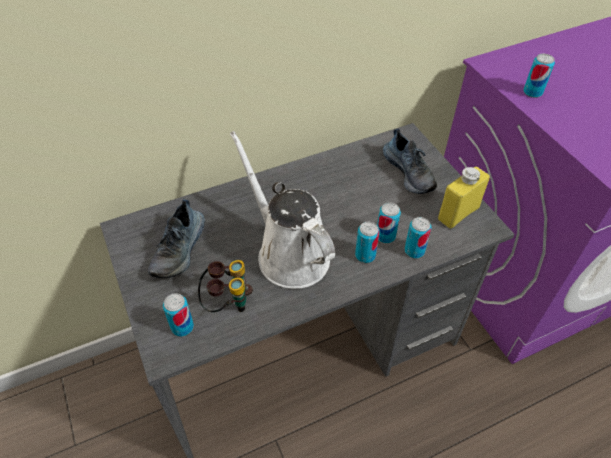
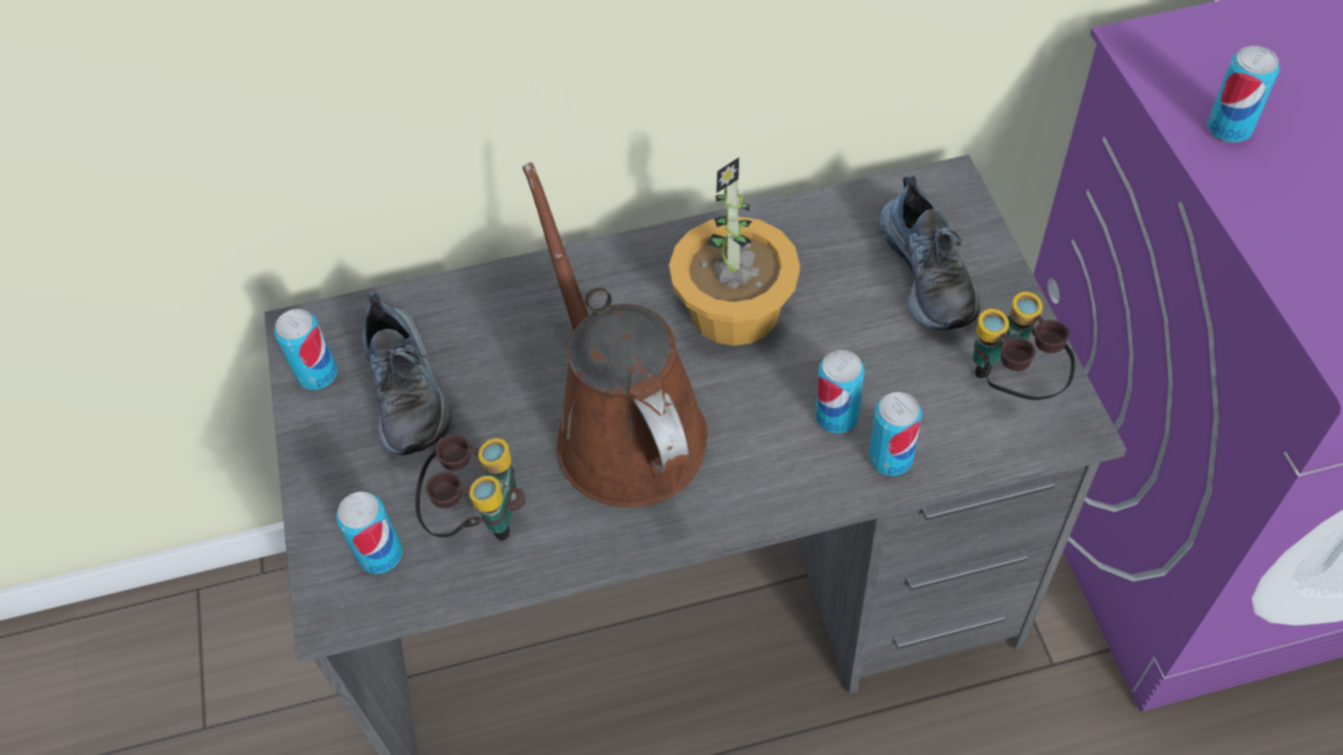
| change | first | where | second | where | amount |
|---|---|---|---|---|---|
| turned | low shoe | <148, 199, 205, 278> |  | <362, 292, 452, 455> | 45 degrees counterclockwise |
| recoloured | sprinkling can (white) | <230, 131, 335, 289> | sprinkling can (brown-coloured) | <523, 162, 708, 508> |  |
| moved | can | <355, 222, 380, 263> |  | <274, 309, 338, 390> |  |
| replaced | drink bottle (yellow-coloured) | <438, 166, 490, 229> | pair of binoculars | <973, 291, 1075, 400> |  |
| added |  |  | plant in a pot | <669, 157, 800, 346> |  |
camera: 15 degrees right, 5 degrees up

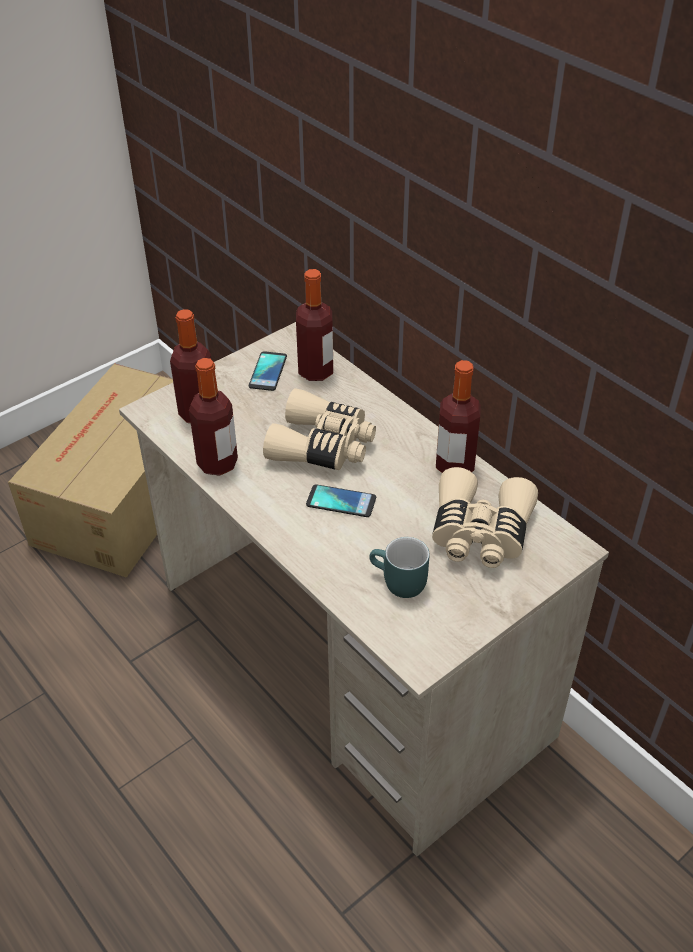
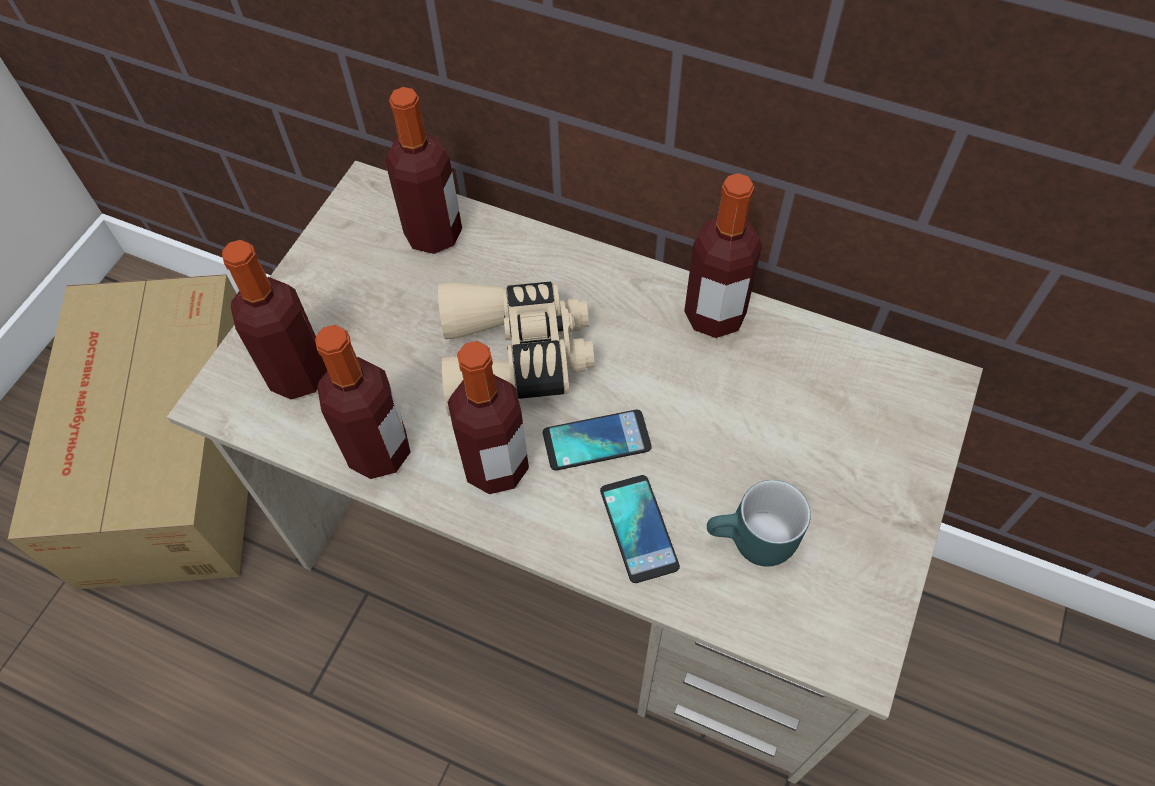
| change | first | where | second | where | amount |
|---|---|---|---|---|---|
| moved | phone | <248, 351, 287, 391> |  | <600, 475, 680, 583> |  |
| removed | pair of binoculars (beige-coloured) | <432, 467, 538, 568> |  |  |  |
| added |  |  | drink bottle | <448, 341, 529, 494> |  |
camera: 25 degrees left, 15 degrees up

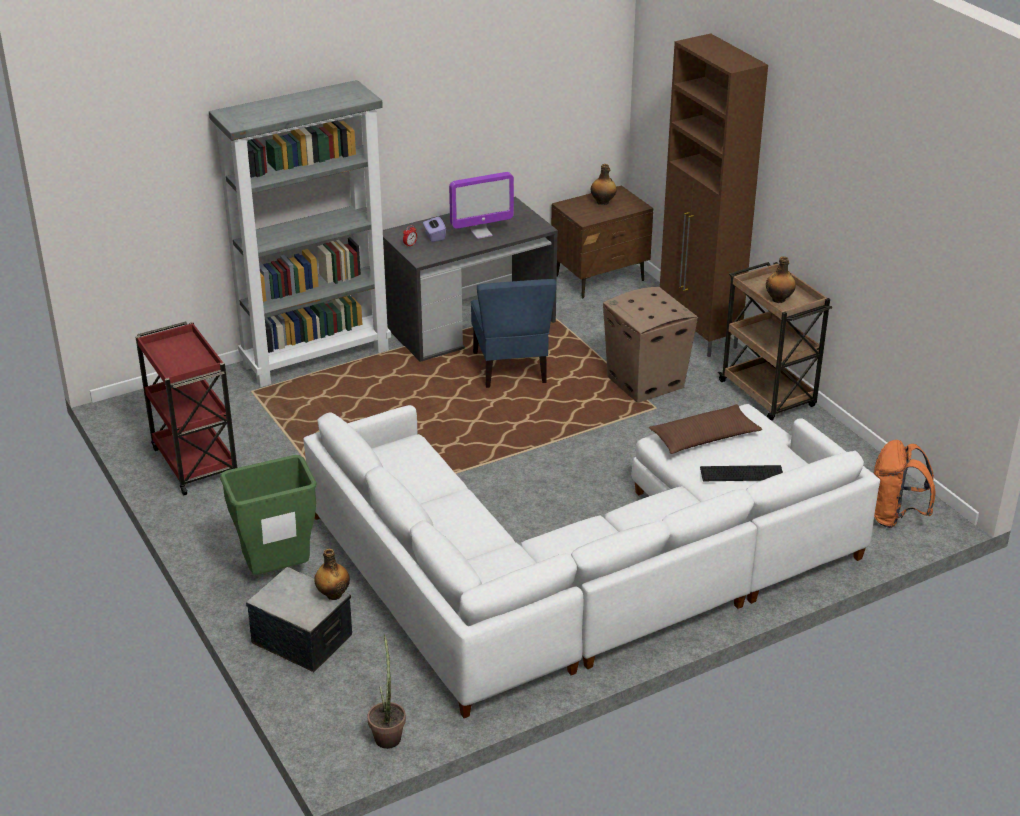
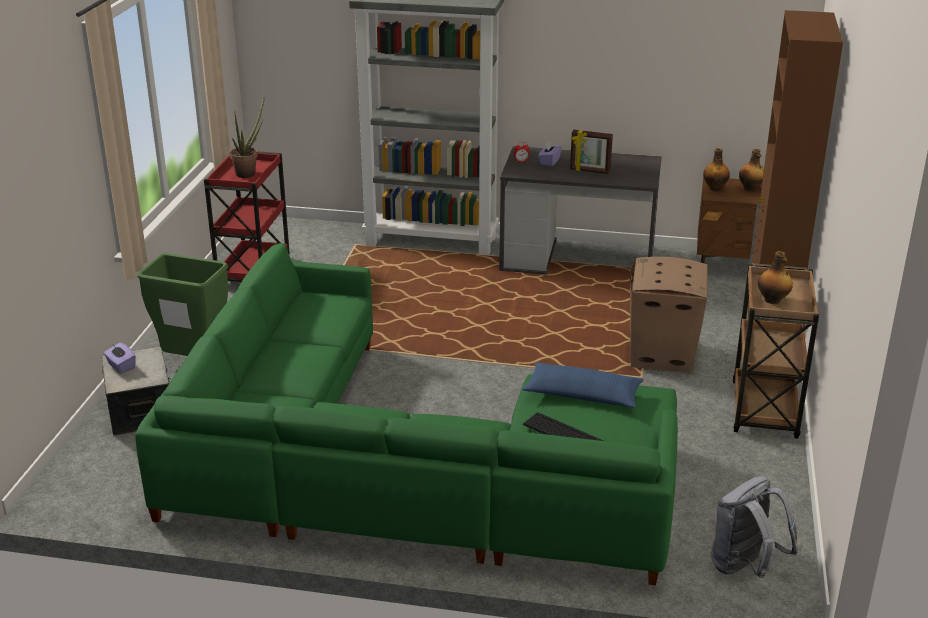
| change | first | where | second | where | amount |
|---|---|---|---|---|---|
| recoloured | settee (white) | <303, 404, 880, 718> | settee (greenish) | <135, 243, 678, 585> |  |
| moved | drink bottle | <314, 549, 350, 600> |  | <703, 148, 730, 191> |  |
| moved | plant in a pot | <368, 634, 406, 749> |  | <229, 98, 264, 178> |  |
| replaced | computer display | <449, 172, 514, 239> | photo frame | <570, 130, 613, 174> |  |
| removed | plain chair (blue-coloured) | <471, 279, 557, 388> |  |  |  |
| recoloured | pillow (brown-coloured) | <649, 404, 762, 454> | pillow (blue-coloured) | <522, 362, 644, 408> |  |
| recoloured | rucksack (orange) | <873, 440, 936, 528> | rucksack (gray) | <711, 476, 798, 578> |  |
| added |  |  | tissue box (purplish) | <104, 343, 136, 373> |  |
camera: 40 degrees right, 5 degrees down

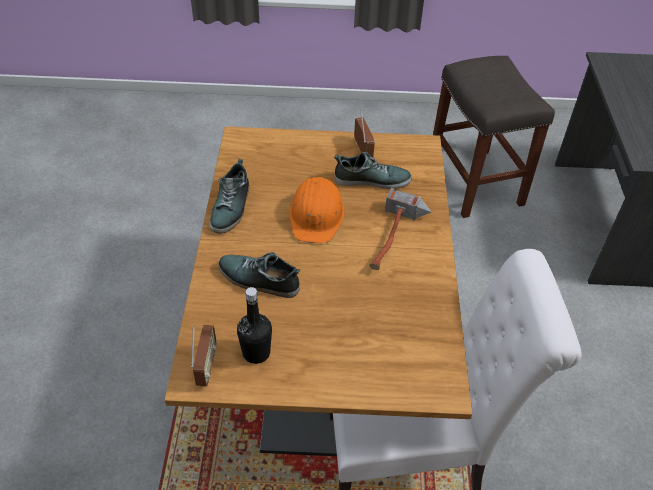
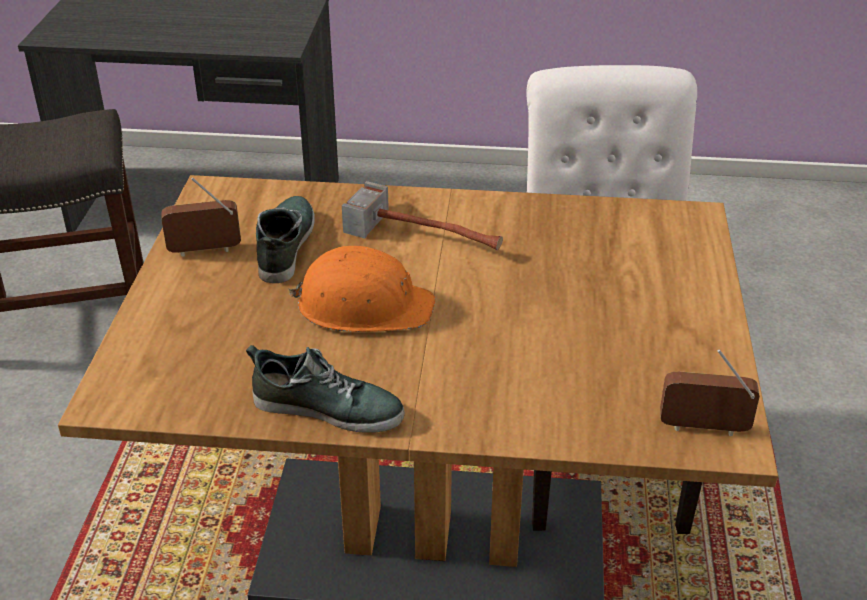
| change | first | where | second | where | amount |
|---|---|---|---|---|---|
| removed | low shoe | <218, 252, 300, 298> |  |  |  |
| removed | drink bottle (black-coloured) | <237, 287, 272, 364> |  |  |  |
camera: 85 degrees left, 10 degrees down

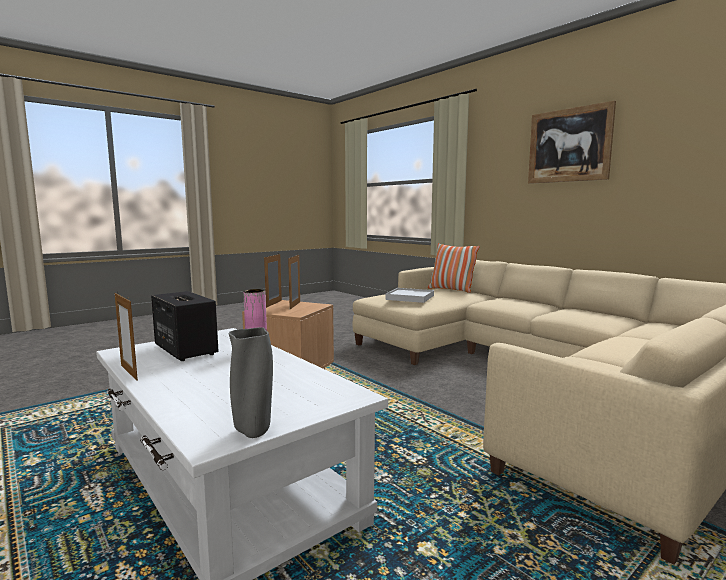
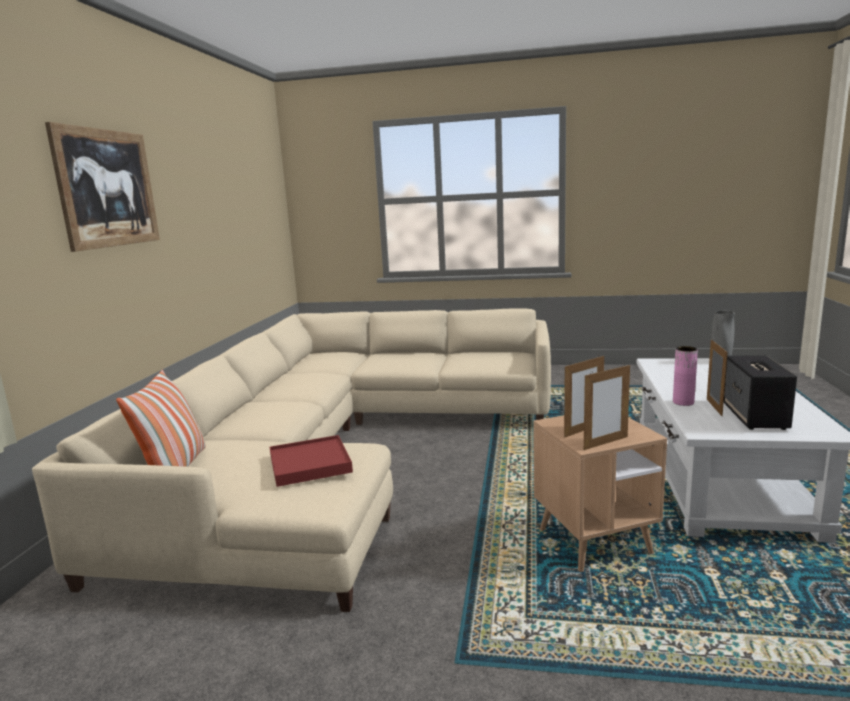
| change | first | where | second | where | amount |
|---|---|---|---|---|---|
| moved | photo frame | <115, 291, 138, 381> |  | <707, 340, 728, 416> |  |
| recoloured | serving tray (white) | <385, 288, 434, 303> | serving tray (red-coloured) | <270, 435, 353, 487> |  |
camera: 130 degrees left, 5 degrees up

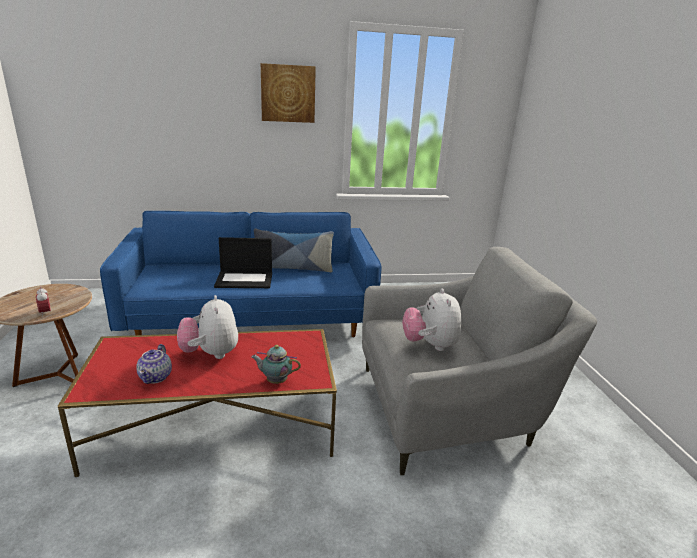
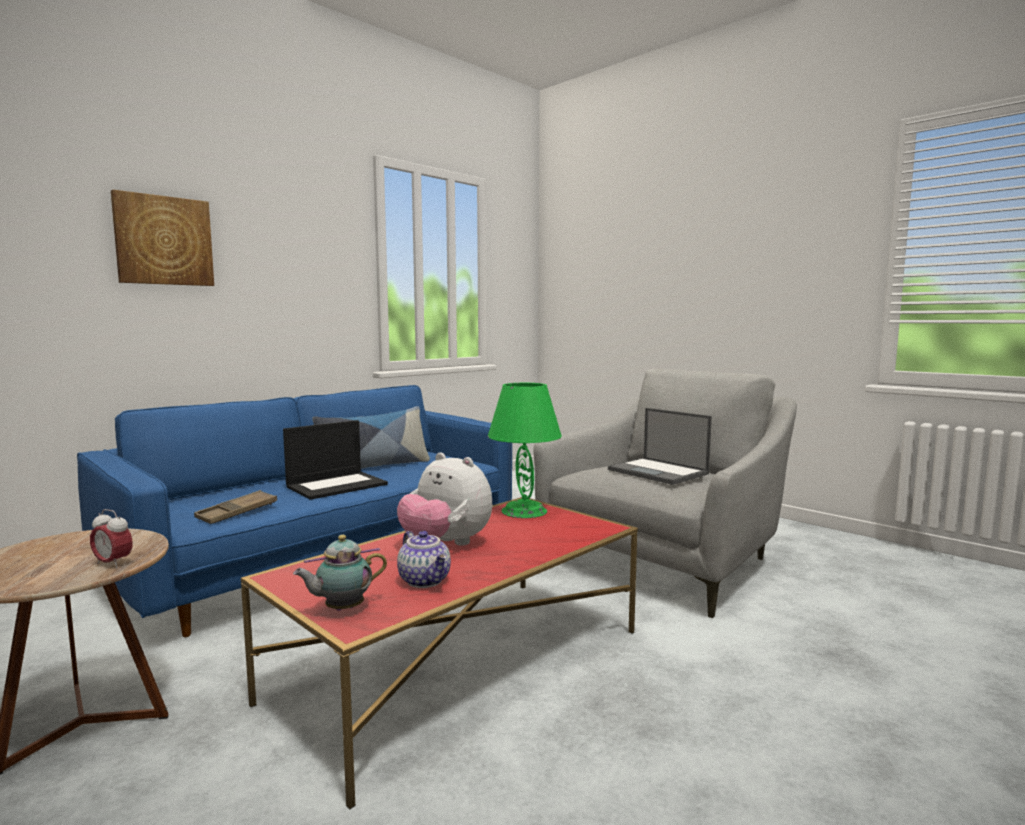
| change | first | where | second | where | amount |
|---|---|---|---|---|---|
| moved | teapot | <251, 345, 301, 384> |  | <293, 535, 387, 611> |  |
| moved | picture | <261, 63, 316, 123> |  | <111, 190, 214, 286> |  |
| replaced | soft toy | <402, 288, 462, 351> | laptop | <608, 408, 712, 485> |  |
| added |  |  | serving tray (brown-coloured) | <194, 490, 277, 524> |  |
| added |  |  | tabletop lamp (greenish) | <488, 383, 562, 518> |  |
camera: 35 degrees left, 15 degrees down

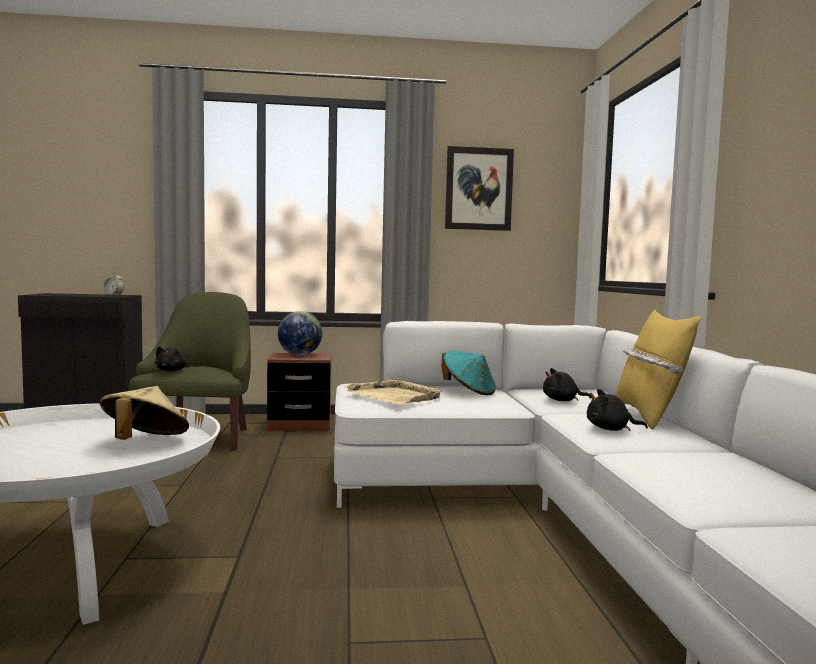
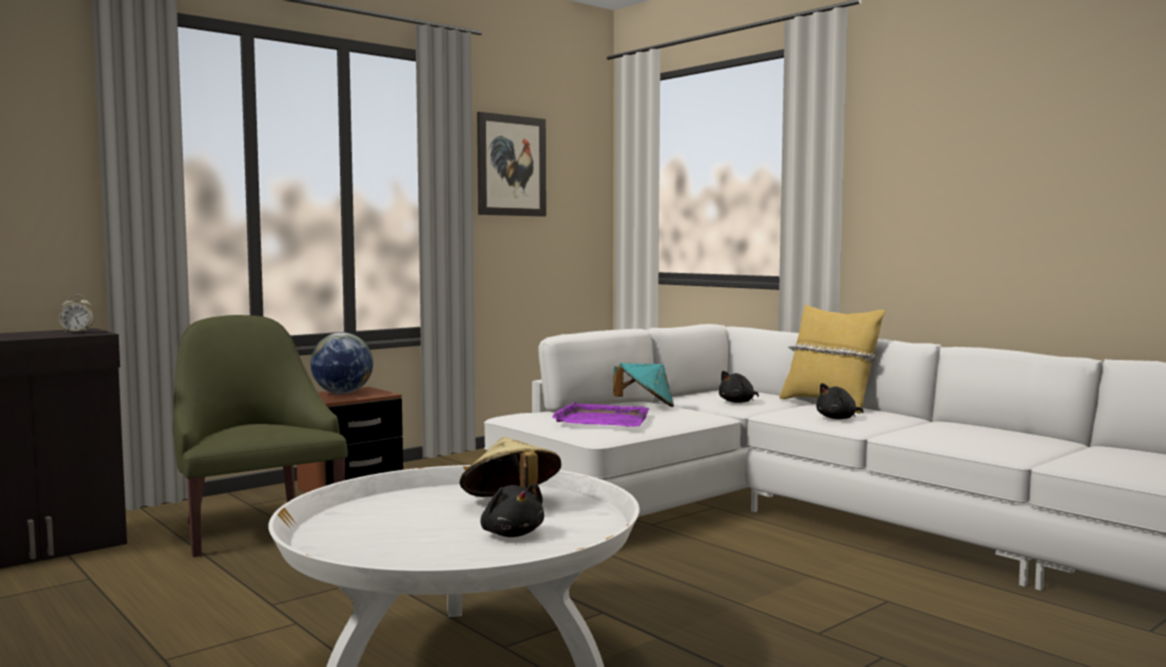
| change | first | where | second | where | amount |
|---|---|---|---|---|---|
| moved | soft toy (black-coloured) | <155, 346, 187, 371> |  | <481, 484, 544, 537> |  |
| recoloured | serving tray (beige-coloured) | <344, 378, 443, 404> | serving tray (purplish) | <552, 402, 649, 427> |  |
camera: 35 degrees left, 0 degrees up

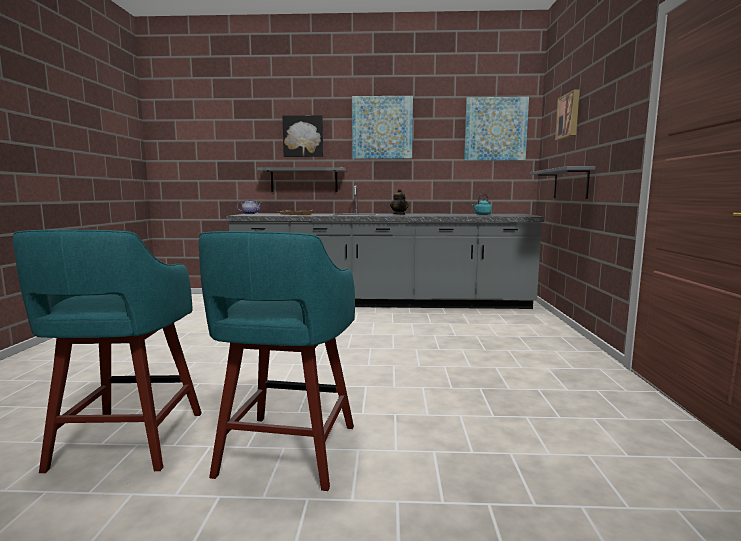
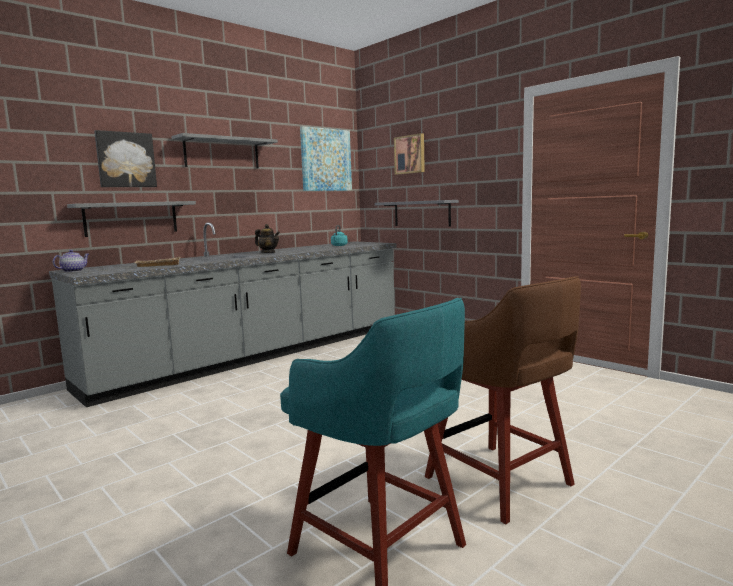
| change | first | where | second | where | amount |
|---|---|---|---|---|---|
| recoloured | sitting stool (turquoise) | <198, 231, 355, 491> | sitting stool (brown-coloured) | <425, 276, 581, 524> |  |
| replaced | picture | <352, 96, 413, 159> | shelf (gray) | <171, 133, 278, 169> |  |
camera: 45 degrees left, 0 degrees up

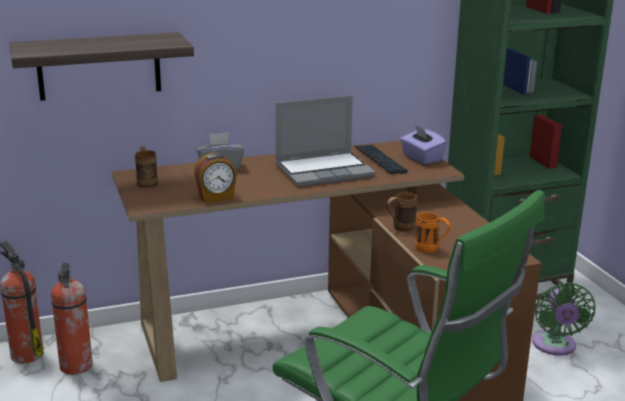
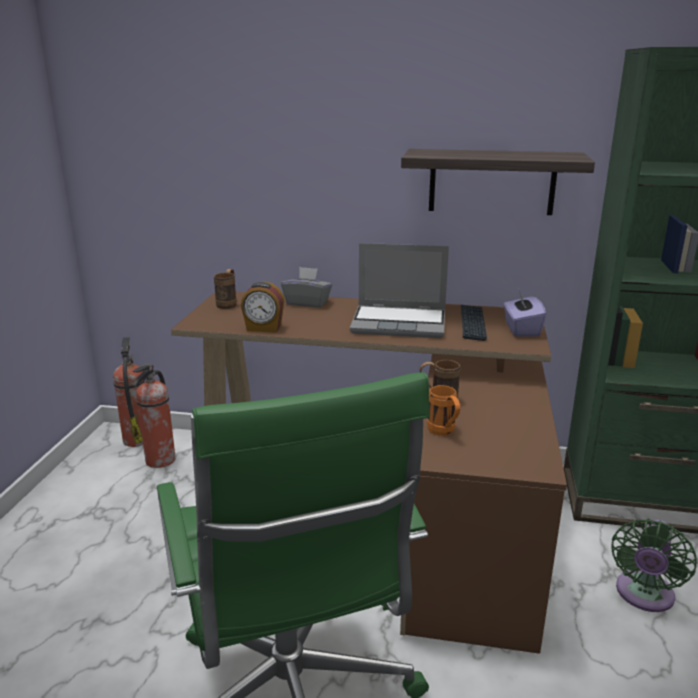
| change | first | where | second | where | amount |
|---|---|---|---|---|---|
| moved | shelf | <9, 32, 194, 101> |  | <401, 149, 595, 215> |  |
camera: 30 degrees right, 0 degrees up

